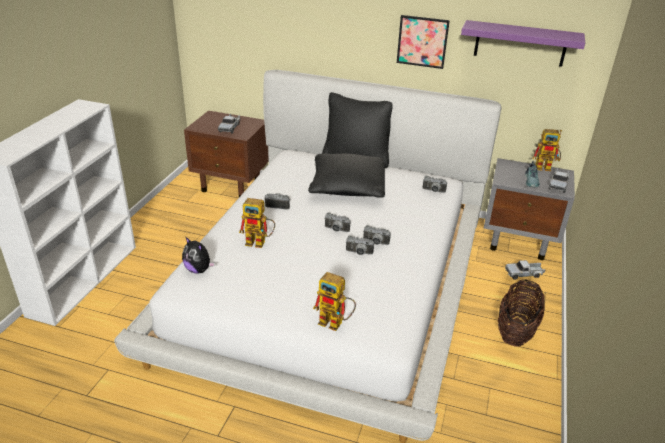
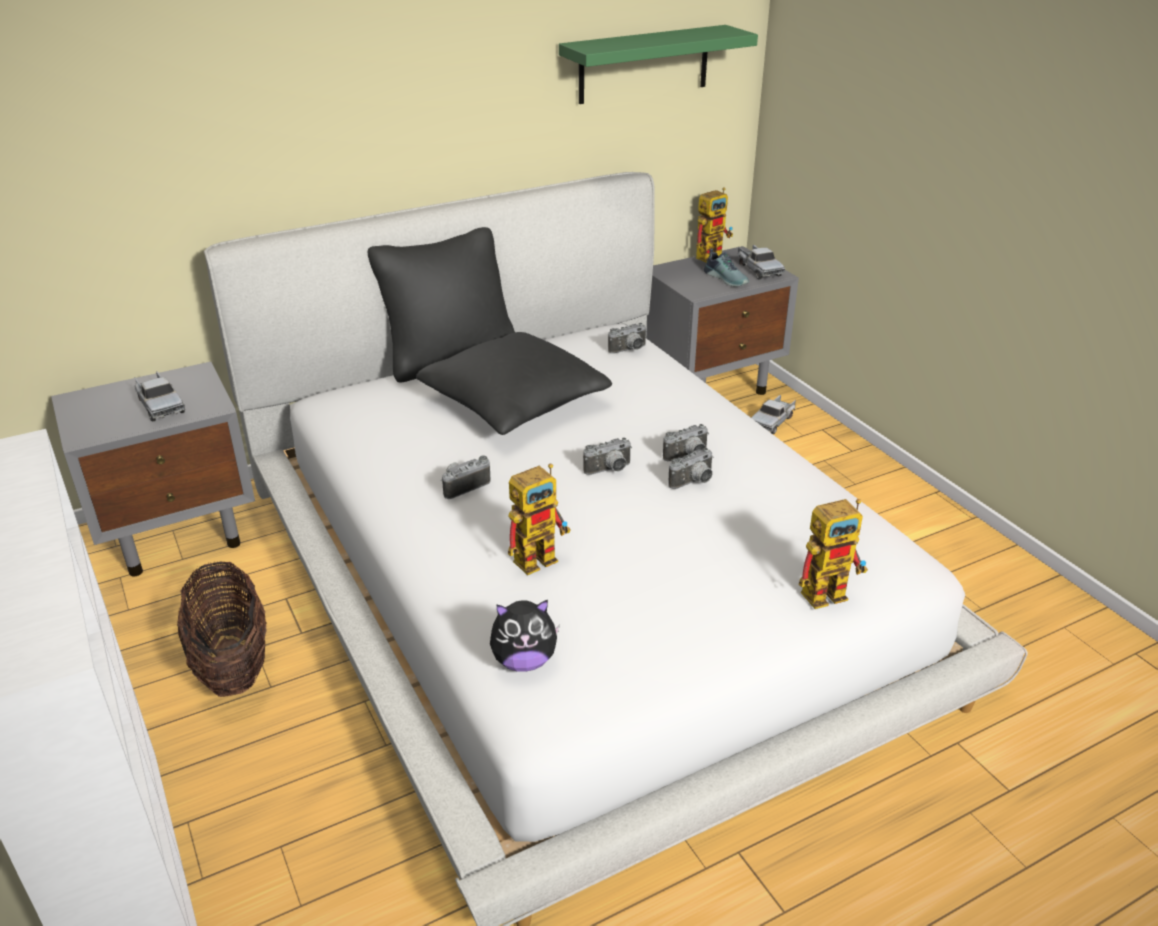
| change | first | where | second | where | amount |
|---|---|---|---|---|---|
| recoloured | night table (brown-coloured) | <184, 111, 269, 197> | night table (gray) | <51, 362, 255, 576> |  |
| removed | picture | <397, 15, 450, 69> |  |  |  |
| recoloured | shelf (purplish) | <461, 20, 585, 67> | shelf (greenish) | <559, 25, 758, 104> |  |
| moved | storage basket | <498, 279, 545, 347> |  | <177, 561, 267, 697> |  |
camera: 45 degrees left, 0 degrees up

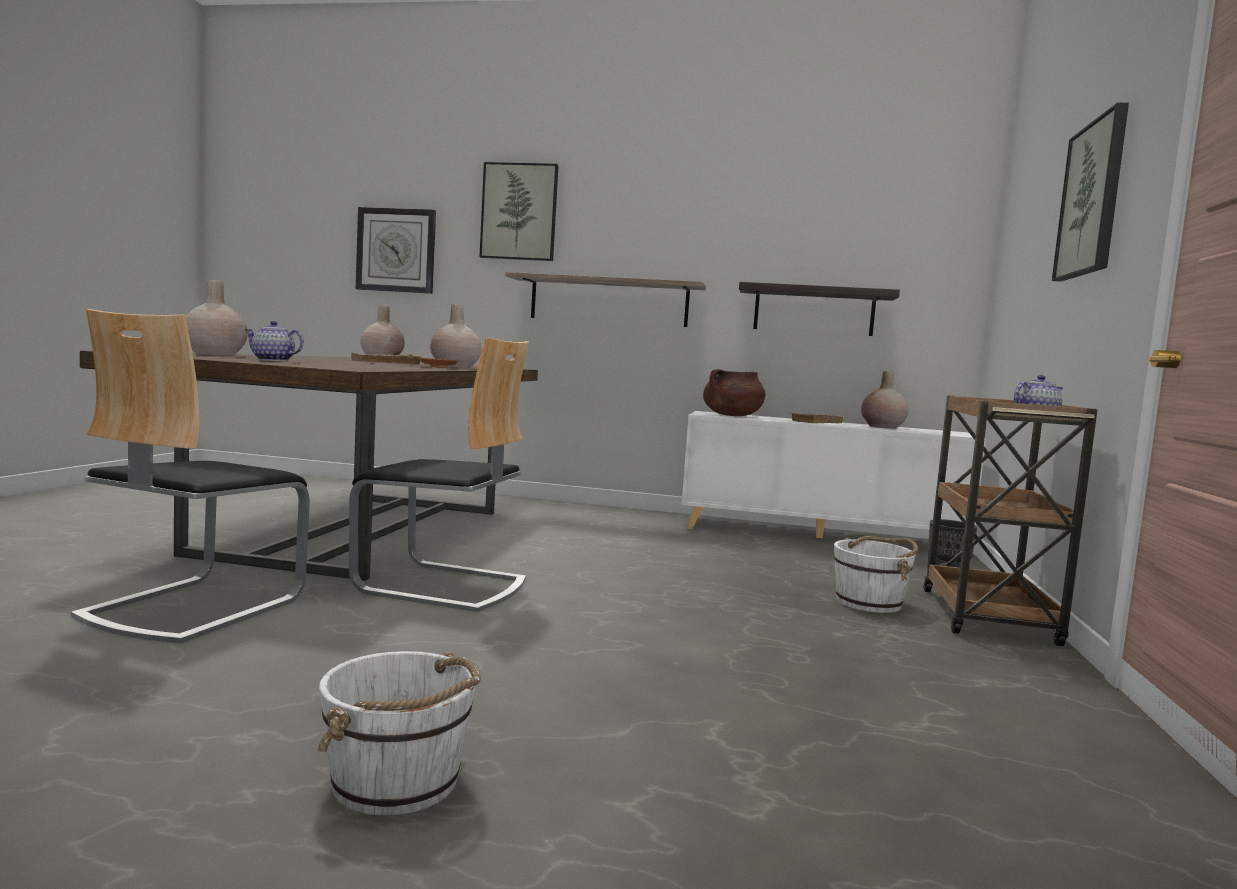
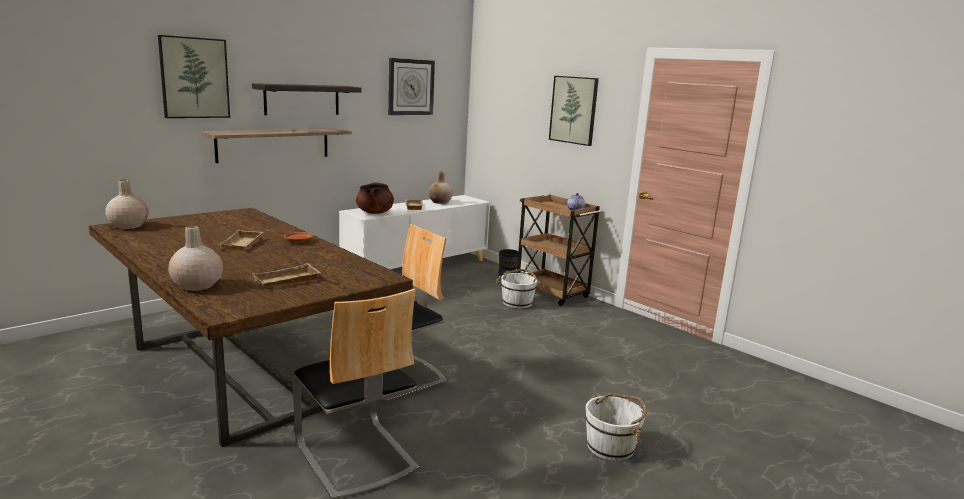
| change | first | where | second | where | amount |
|---|---|---|---|---|---|
| replaced | teapot | <245, 321, 304, 361> | serving tray (beige-coloured) | <252, 263, 320, 287> |  |
| moved | hanging clock | <356, 207, 436, 294> |  | <388, 58, 435, 115> |  |
| removed | flower vase (beige-coloured) | <430, 304, 482, 368> |  |  |  |
| moved | shelf | <739, 282, 900, 336> |  | <252, 83, 361, 115> |  |
camera: 55 degrees left, 10 degrees up

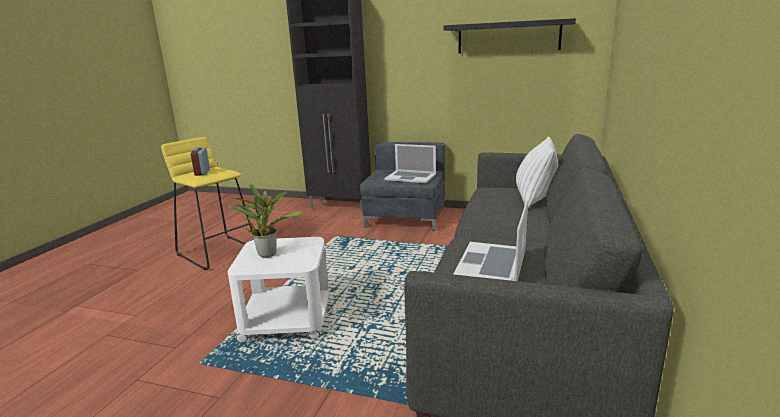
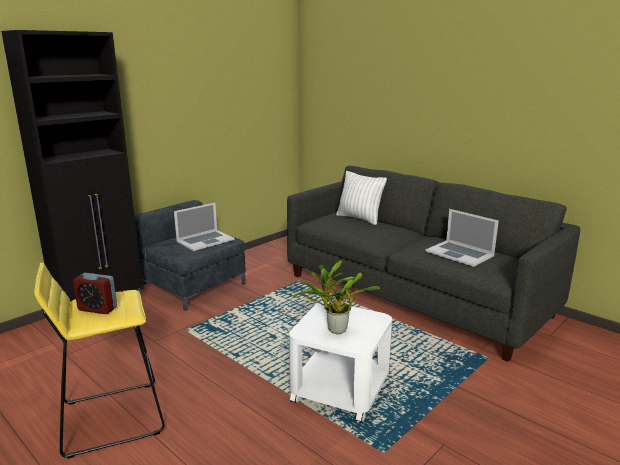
| change | first | where | second | where | amount |
|---|---|---|---|---|---|
| removed | shelf (black-coloured) | <443, 18, 576, 54> |  |  |  |
camera: 65 degrees left, 0 degrees up

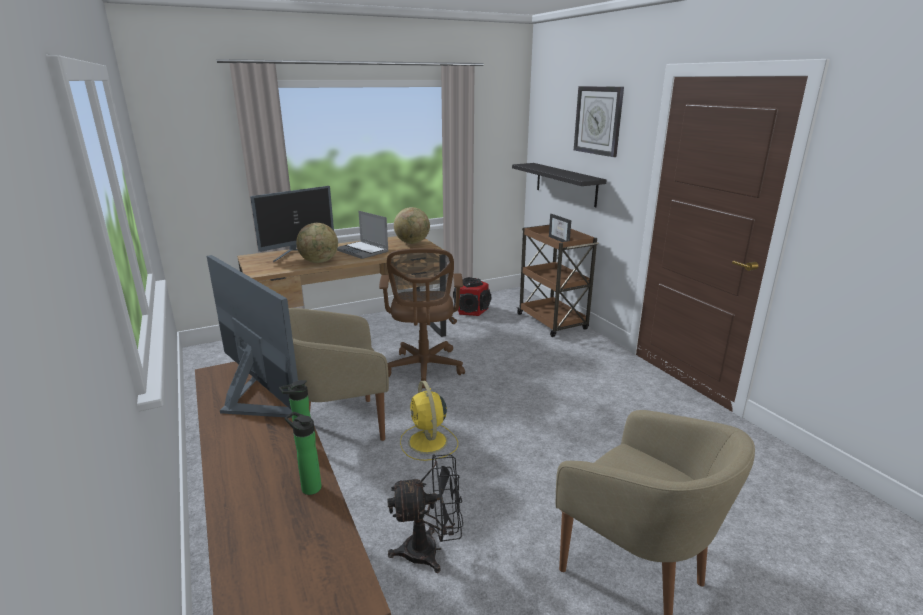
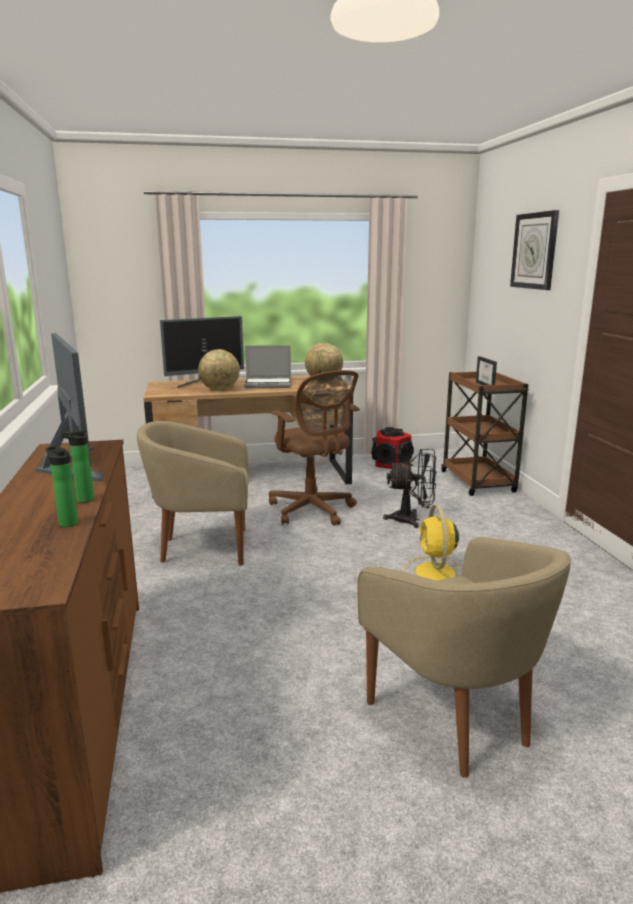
| change | first | where | second | where | amount |
|---|---|---|---|---|---|
| turned | laptop | <337, 211, 389, 259> |  | <244, 345, 291, 388> | 60 degrees counterclockwise |
| turned | desk chair (brown-coloured) | <379, 248, 465, 388> |  | <269, 370, 360, 526> | 45 degrees counterclockwise |
| moved | electric fan (black-coloured) | <387, 454, 463, 573> |  | <383, 449, 436, 528> |  |
| moved | electric fan (yellow-coloured) | <400, 381, 458, 461> |  | <405, 505, 462, 581> |  |
| removed | shelf (black-coloured) | <512, 163, 606, 207> |  |  |  |
camera: 15 degrees right, 5 degrees down

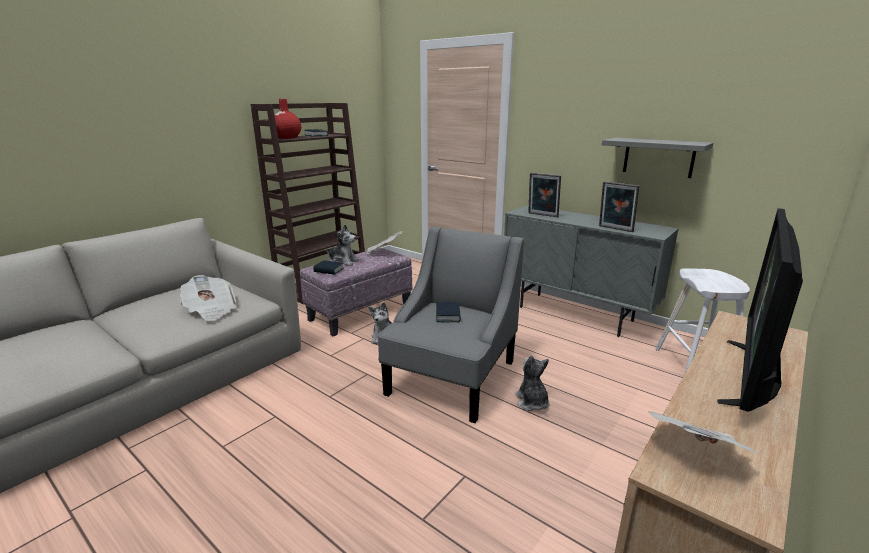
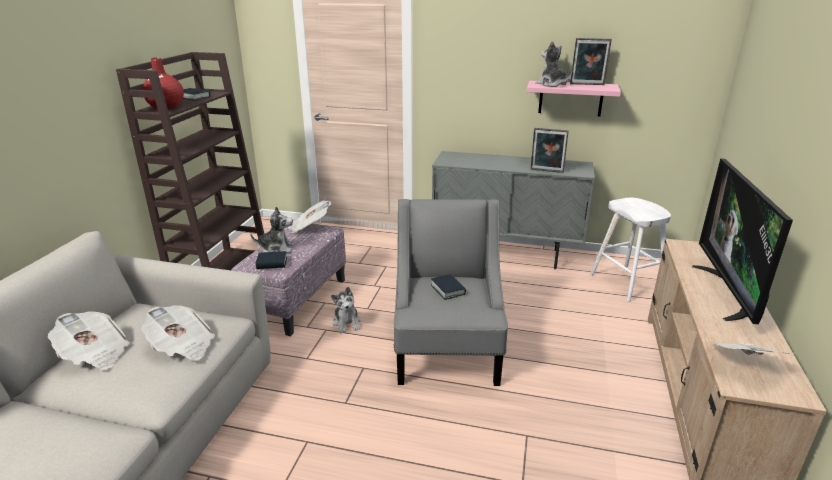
| change | first | where | second | where | amount |
|---|---|---|---|---|---|
| moved | soft toy | <515, 355, 549, 411> |  | <536, 41, 572, 87> |  |
| moved | photo frame | <528, 173, 561, 217> |  | <570, 38, 612, 85> |  |
| recoloured | shelf (gray) | <602, 138, 713, 178> | shelf (pinkish) | <527, 81, 621, 116> |  |
| added |  |  | newspaper | <48, 311, 130, 370> |  |
camera: 25 degrees left, 5 degrees up

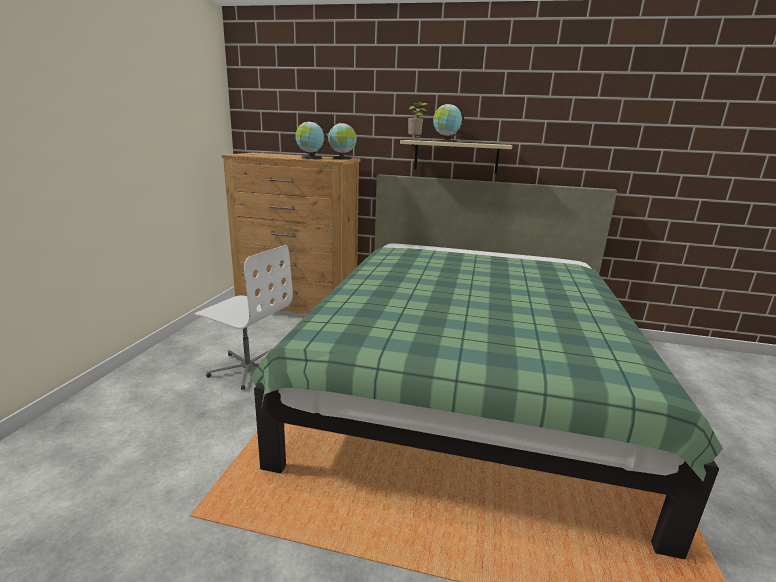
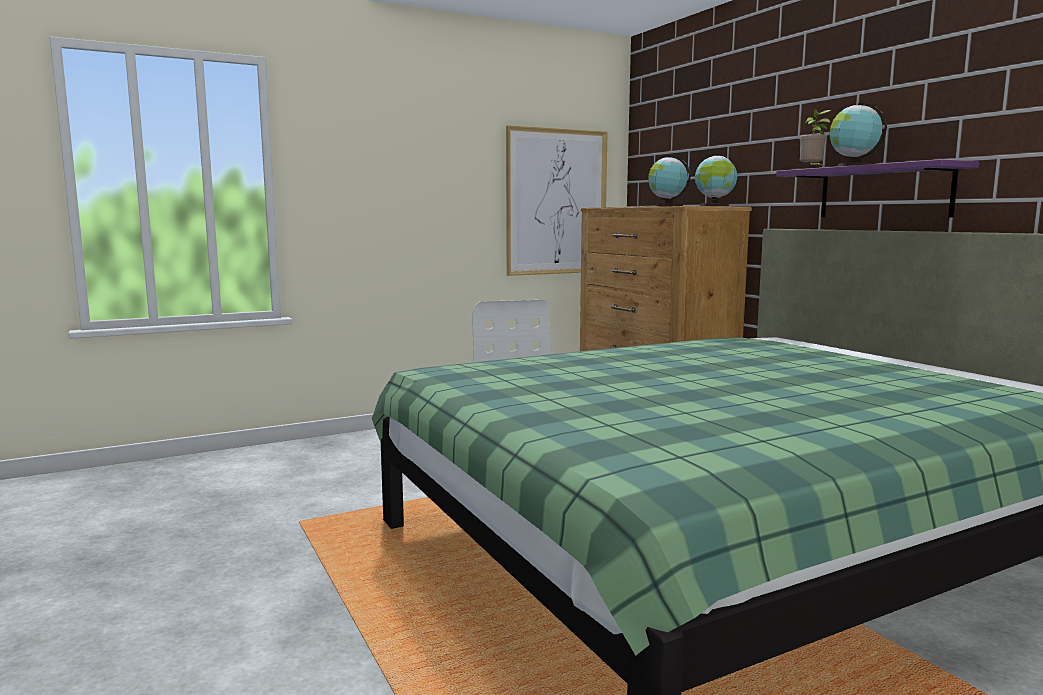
| change | first | where | second | where | amount |
|---|---|---|---|---|---|
| recoloured | shelf (beige-coloured) | <400, 140, 512, 174> | shelf (purplish) | <776, 159, 979, 218> |  |
| added |  |  | picture | <506, 125, 608, 276> |  |
camera: 50 degrees right, 10 degrees down

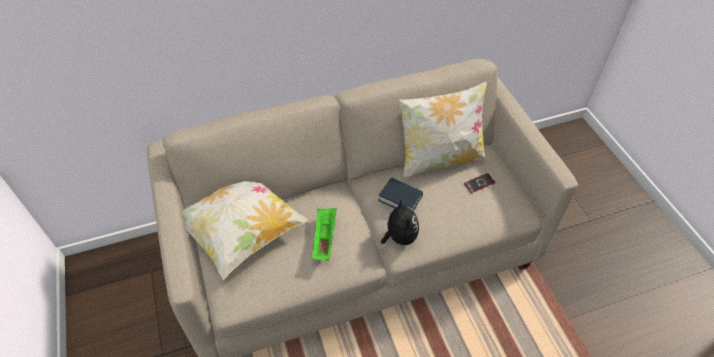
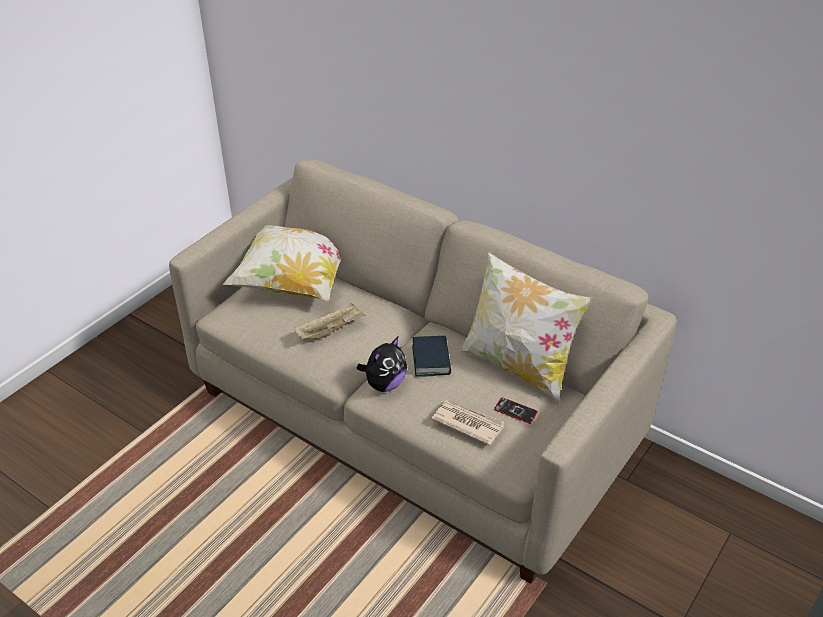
| change | first | where | second | where | amount |
|---|---|---|---|---|---|
| recoloured | serving tray (greenish) | <312, 208, 337, 261> | serving tray (beige-coloured) | <294, 303, 365, 339> |  |
| added |  |  | newspaper | <431, 400, 504, 446> |  |
camera: 55 degrees right, 10 degrees down

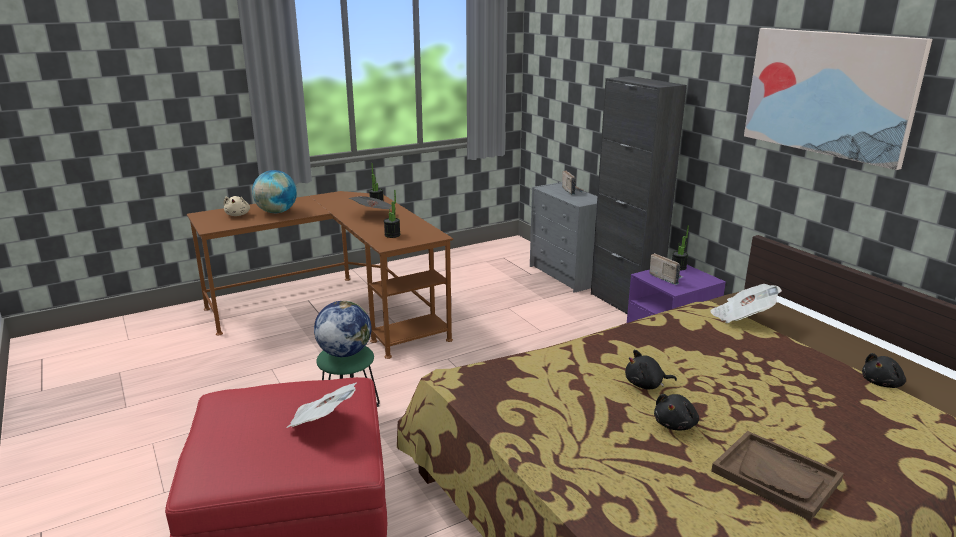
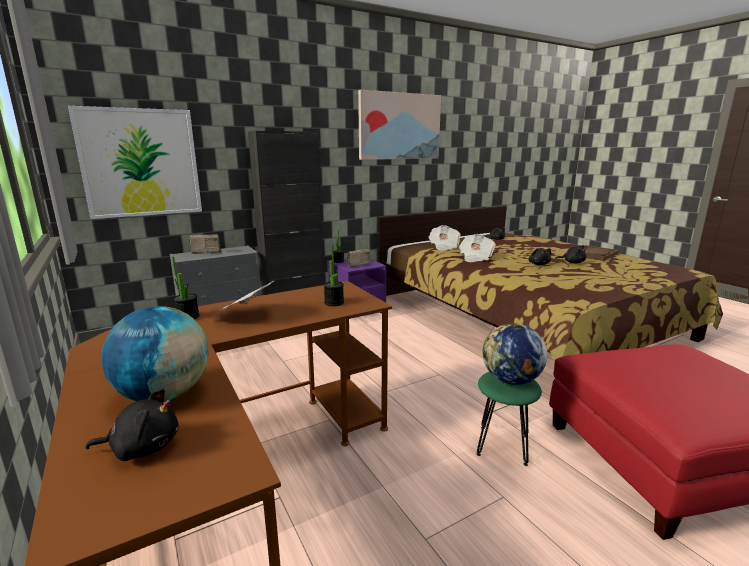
| change | first | where | second | where | amount |
|---|---|---|---|---|---|
| recoloured | soft toy (beige-coloured) | <223, 196, 250, 216> | soft toy (black-coloured) | <86, 389, 179, 461> |  |
| moved | newspaper | <286, 383, 356, 428> |  | <459, 234, 496, 262> |  |
| added |  |  | picture | <68, 106, 202, 219> |  |
camera: 90 degrees left, 5 degrees down

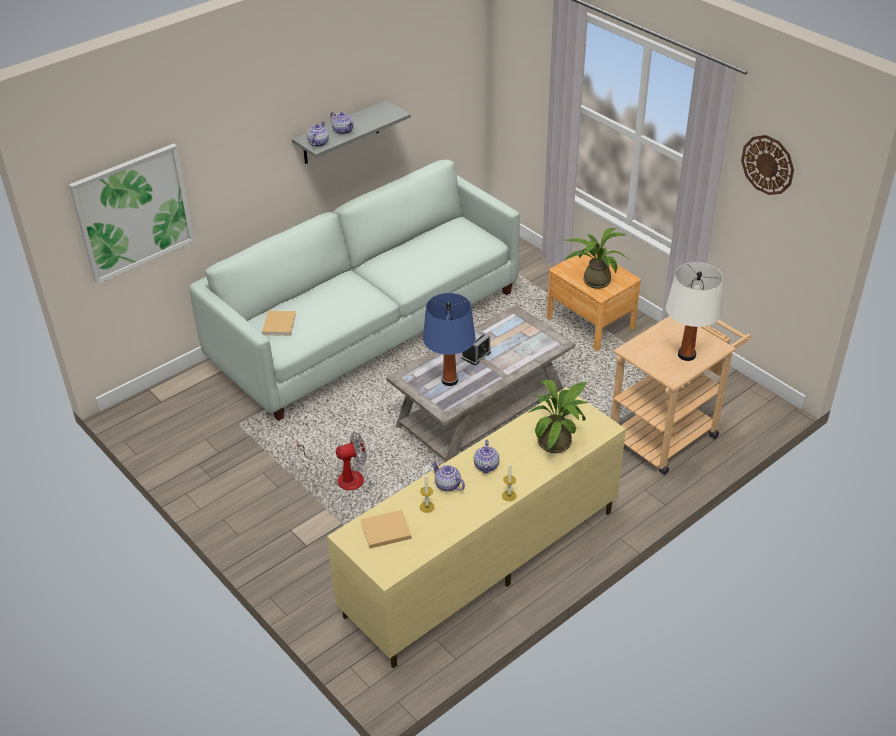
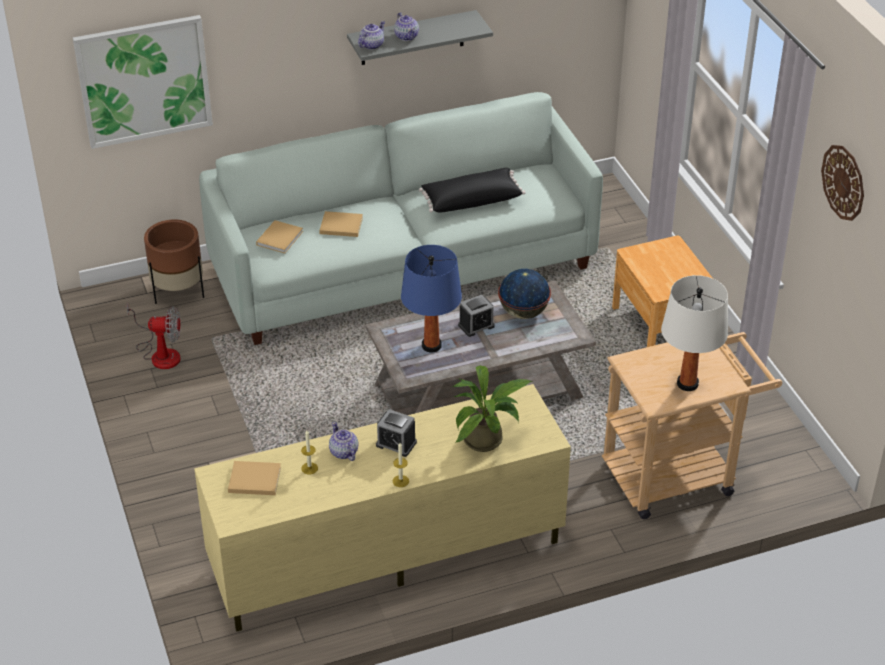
| change | first | where | second | where | amount |
|---|---|---|---|---|---|
| moved | electric fan | <297, 432, 367, 490> |  | <127, 302, 181, 369> |  |
| replaced | teapot | <474, 440, 500, 474> | bedside clock | <376, 409, 417, 457> |  |
| removed | plant in a pot | <563, 228, 631, 289> |  |  |  |
| added |  |  | planter (brown-coloured) | <144, 219, 204, 304> |  |
| added |  |  | volume (beige-coloured) | <319, 211, 363, 237> |  |
| added |  |  | pillow (black-coloured) | <419, 168, 525, 212> |  |
| added |  |  | world globe | <498, 269, 551, 319> |  |
camera: 20 degrees right, 0 degrees up

